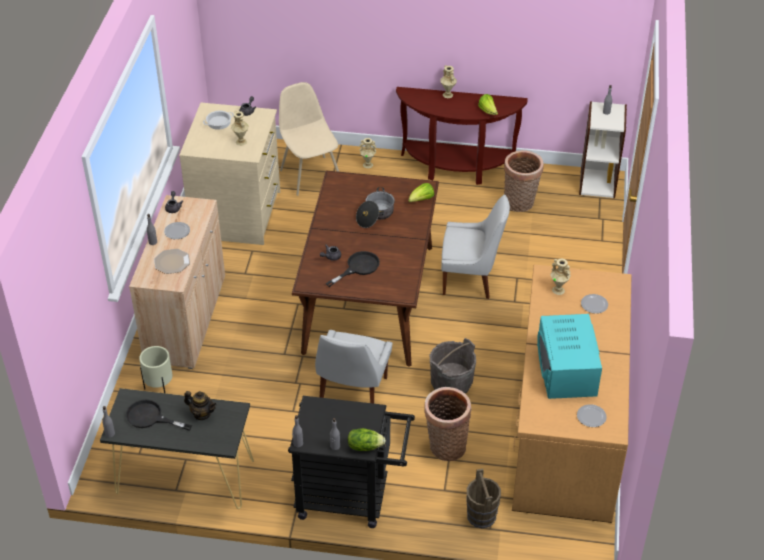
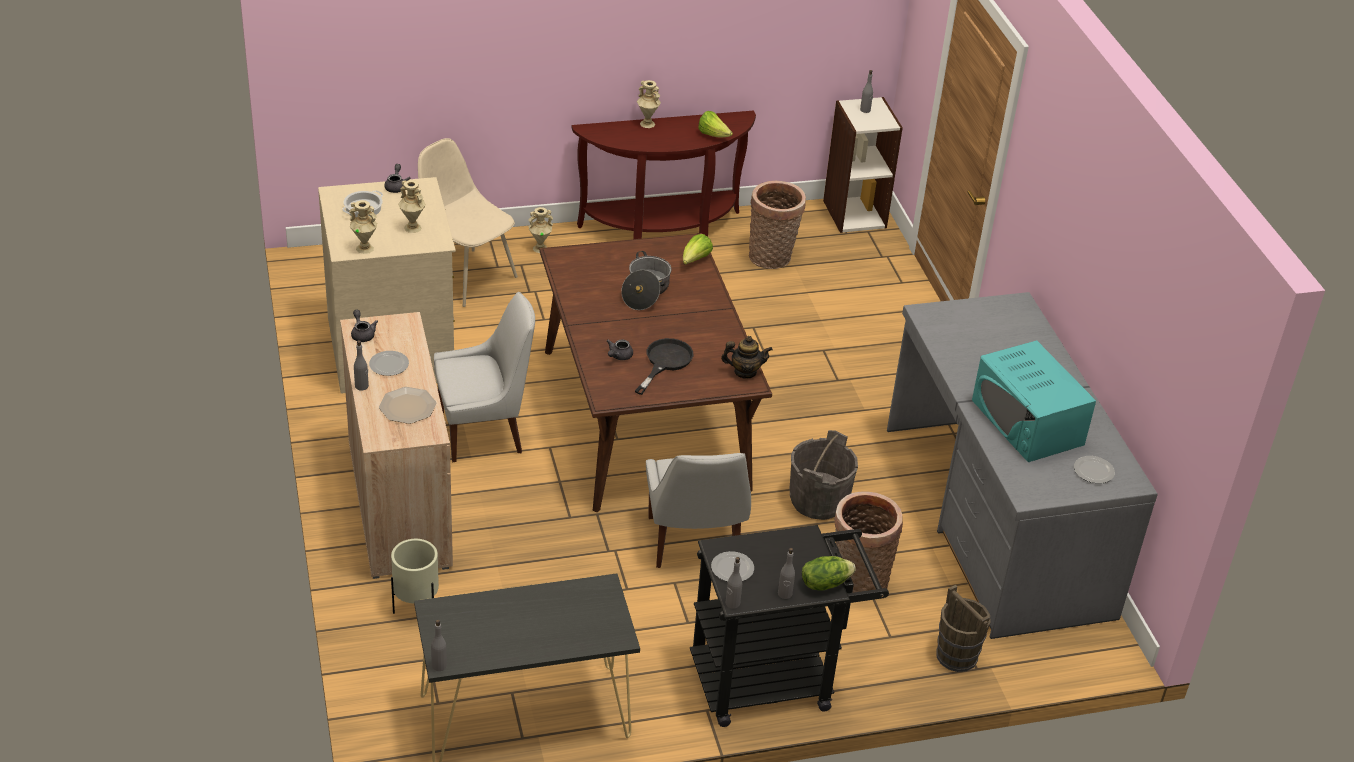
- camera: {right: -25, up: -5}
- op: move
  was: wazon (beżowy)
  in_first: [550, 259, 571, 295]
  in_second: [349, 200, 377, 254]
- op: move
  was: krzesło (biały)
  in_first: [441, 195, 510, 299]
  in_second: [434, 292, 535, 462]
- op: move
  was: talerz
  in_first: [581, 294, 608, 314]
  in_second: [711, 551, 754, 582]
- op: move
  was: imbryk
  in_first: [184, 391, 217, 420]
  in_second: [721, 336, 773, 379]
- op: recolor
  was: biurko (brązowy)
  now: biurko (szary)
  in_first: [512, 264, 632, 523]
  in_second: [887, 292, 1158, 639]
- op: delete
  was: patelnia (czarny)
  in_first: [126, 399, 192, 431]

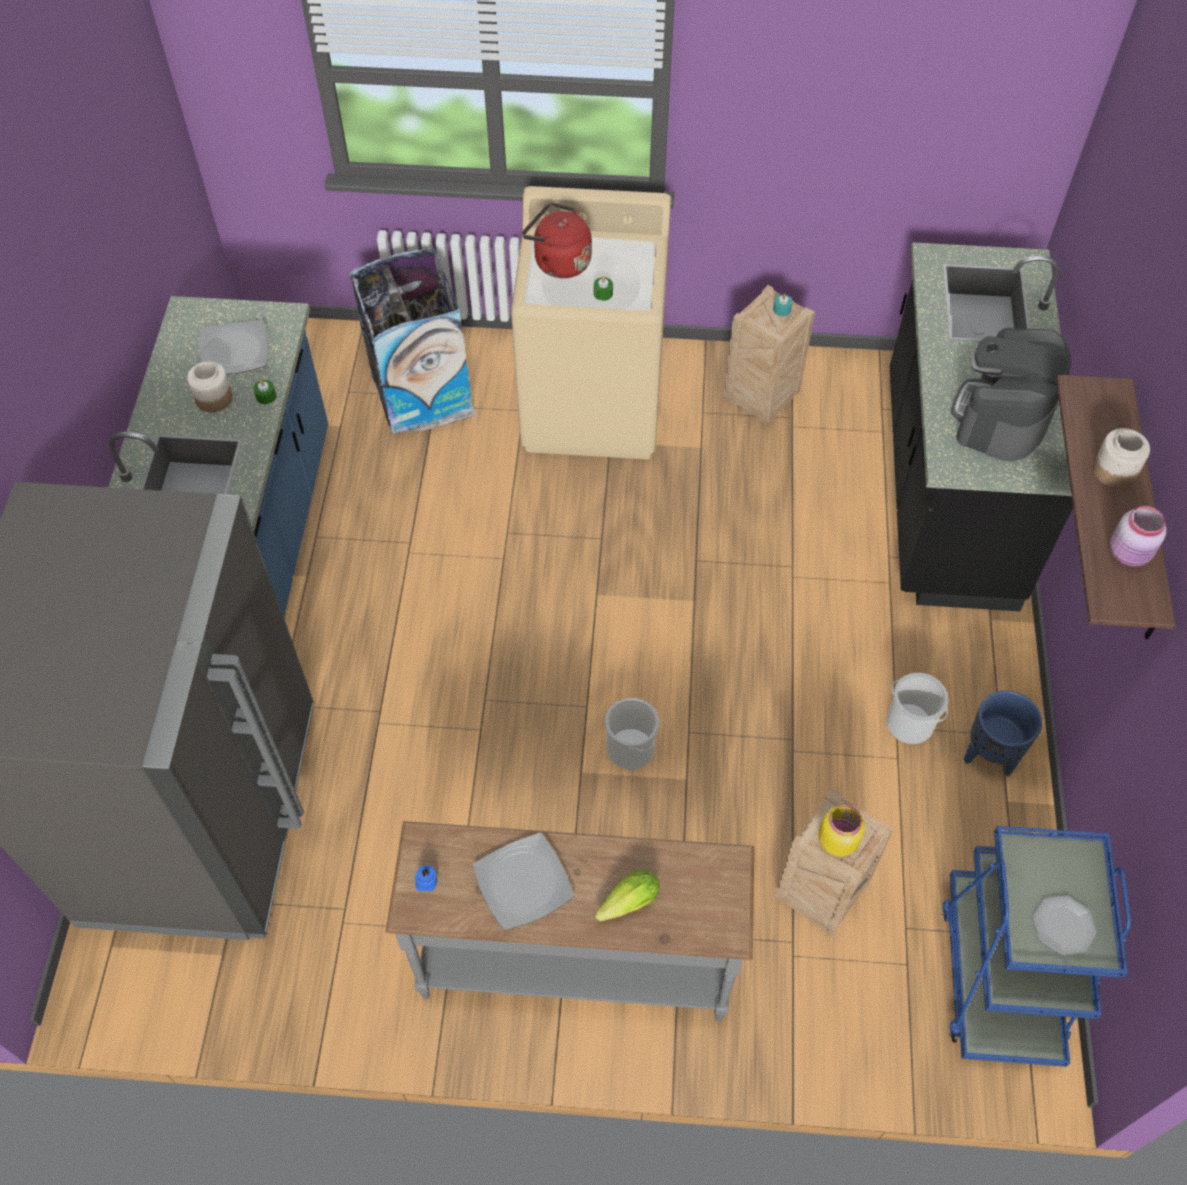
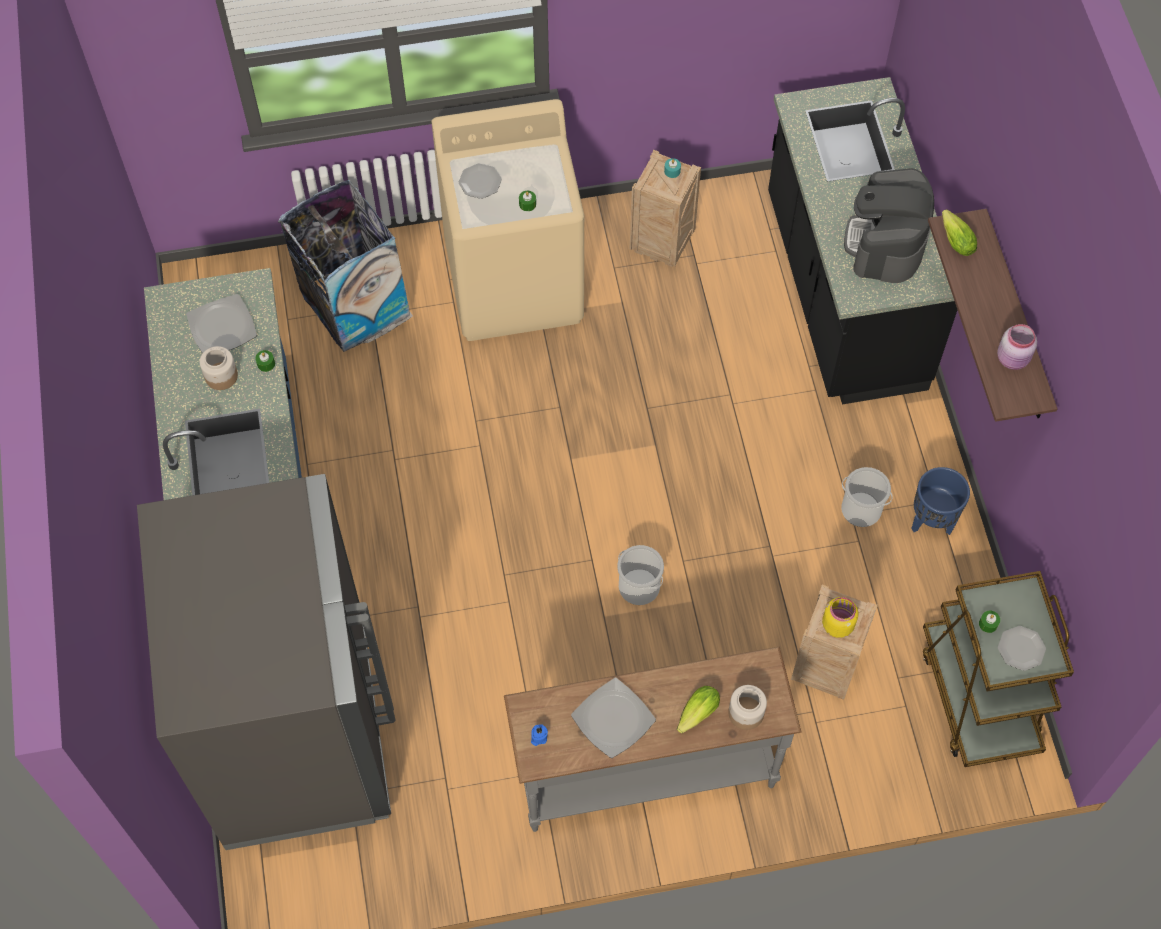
- camera: {right: -15, up: 5}
- op: replace
  was: czajnik (czerwony)
  now: talerz
  in_first: [522, 202, 592, 278]
  in_second: [459, 163, 502, 199]
- op: move
  was: słoik
  in_first: [1093, 428, 1150, 488]
  in_second: [728, 685, 767, 730]
- op: recolor
  was: wózek (niebieski)
  now: wózek (brązowy)
  in_first: [942, 826, 1131, 1067]
  in_second: [923, 571, 1074, 767]
- op: insert
  now: sałata
  in_second: [942, 209, 977, 256]
- op: insert
  now: świeca (zielony)
  in_second: [979, 611, 1000, 633]

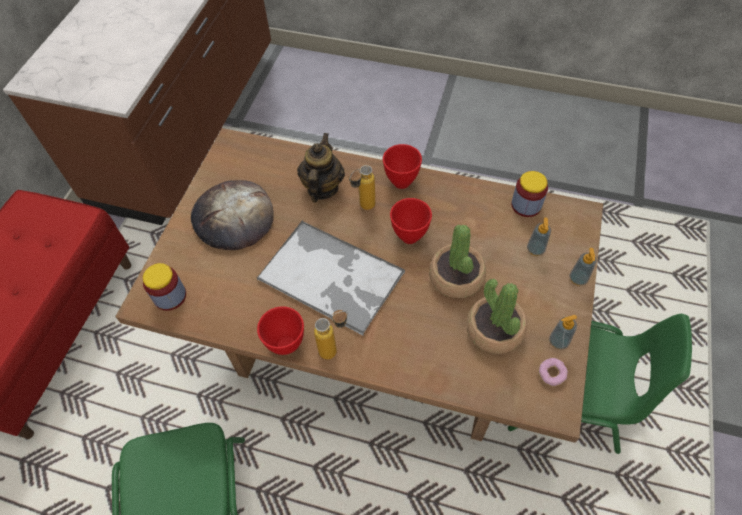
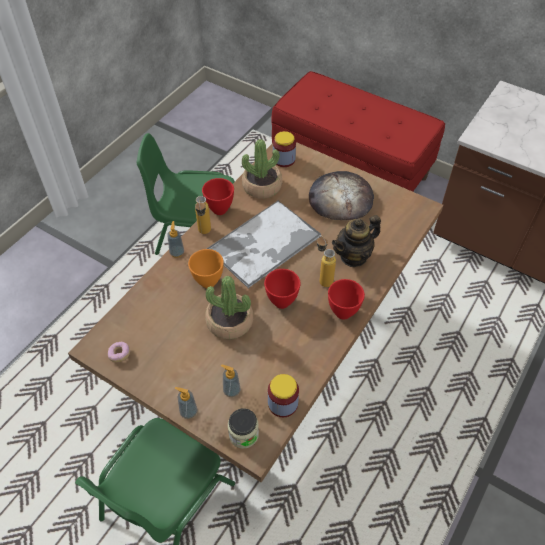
- camera: {right: 105, up: -5}
- op: move
  was: dozownik mydła
  in_first: [549, 315, 577, 349]
  in_second: [167, 221, 184, 258]
- op: insert
  now: miska (pomarańczowy)
  in_second: [188, 249, 224, 288]
- op: insert
  now: słoik
  in_second: [228, 408, 259, 448]
- op: move
  was: roślina doniczkowa
  in_first: [466, 279, 527, 354]
  in_second: [242, 139, 282, 199]
- op: rotate
  was: imbryk
  in_first: [297, 133, 345, 203]
  in_second: [332, 215, 381, 267]
  clockwise: 120

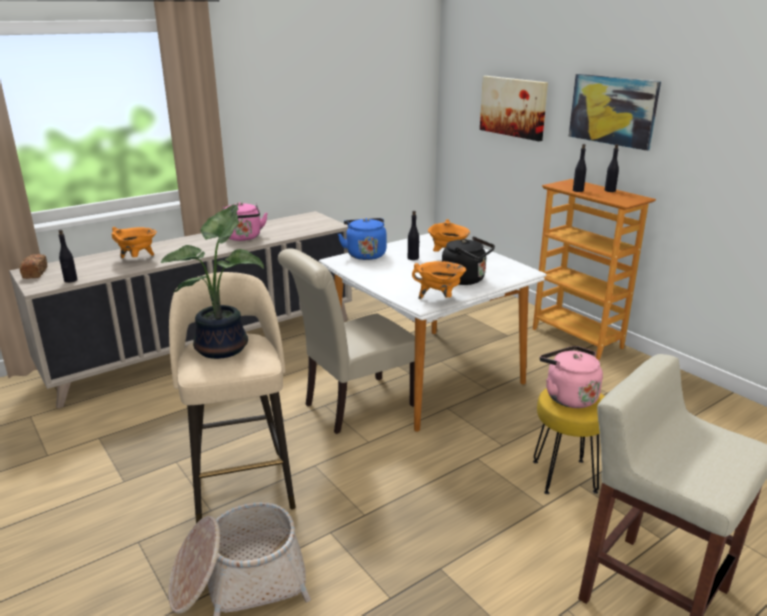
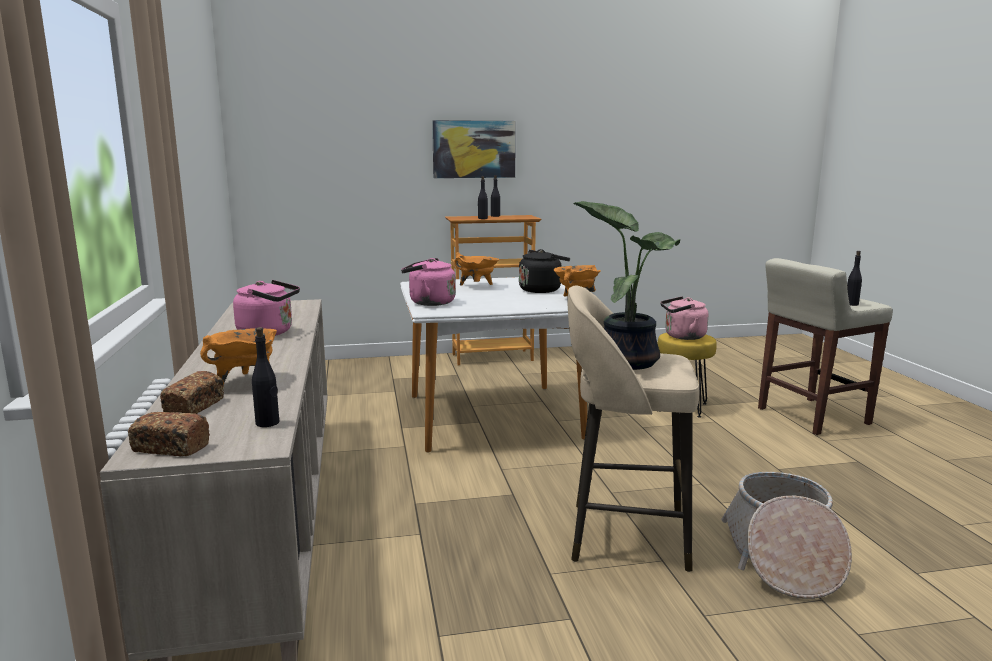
- camera: {right: -65, up: -10}
- op: insert
  now: chleb
  in_second: [160, 371, 224, 414]
- op: recolor
  was: czajnik (niebieski)
  now: czajnik (różowy)
  in_first: [338, 218, 387, 260]
  in_second: [401, 258, 456, 306]
- op: move
  was: butelka (czarny)
  in_first: [408, 211, 419, 260]
  in_second: [847, 251, 862, 306]
- op: delete
  was: krzesło (beżowy)
  in_first: [278, 248, 415, 434]
- op: delete
  was: obraz
  in_first: [480, 76, 548, 141]

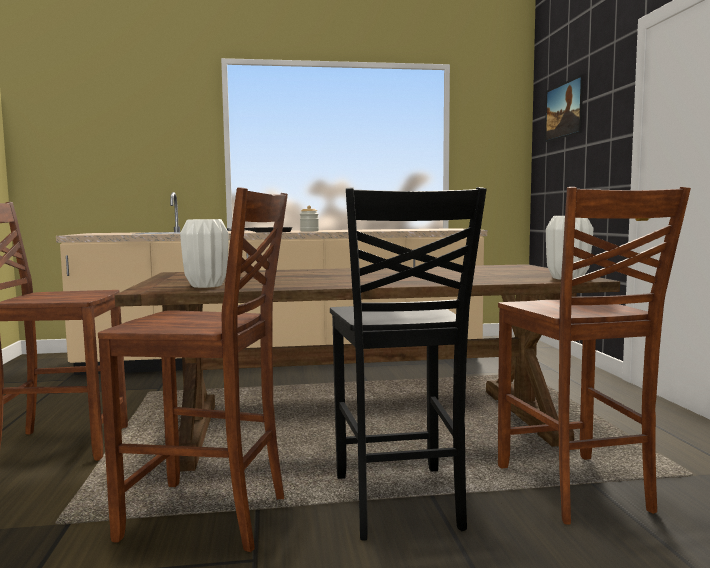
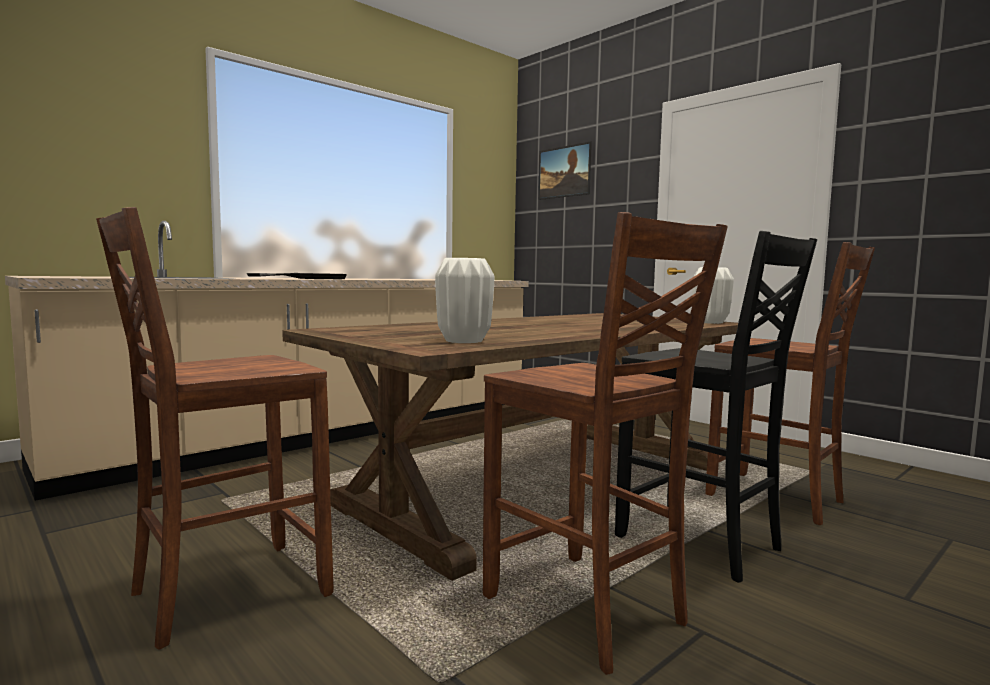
- camera: {right: -35, up: 0}
- op: rotate
  was: krzesło (brązowy)
  in_first: [98, 187, 288, 552]
  in_second: [483, 212, 728, 675]
  clockwise: 75
- op: delete
  was: słoik
  in_first: [300, 206, 319, 232]

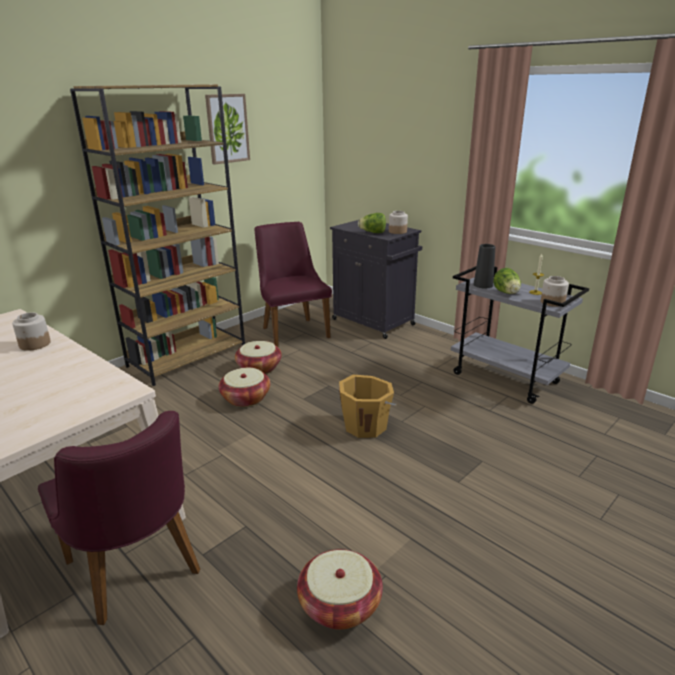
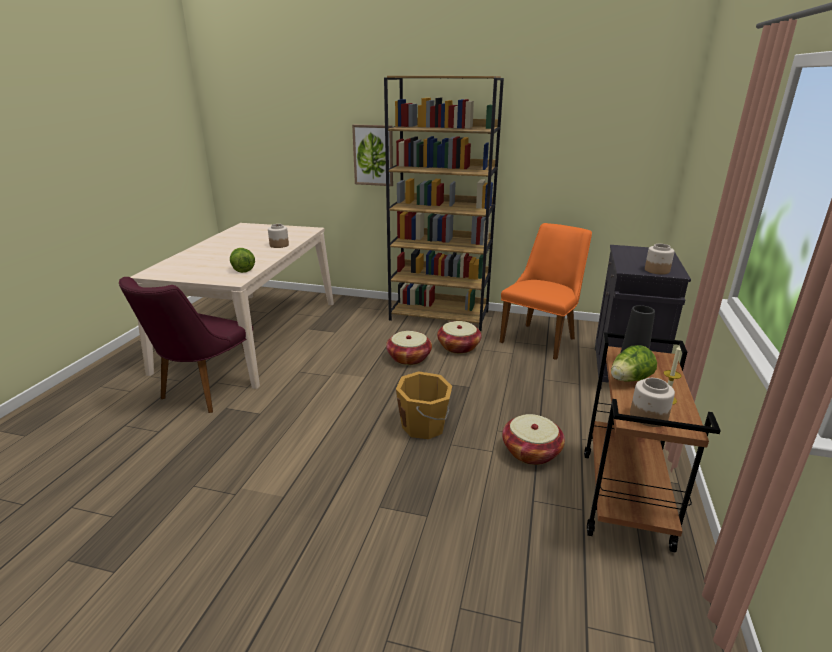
- camera: {right: 60, up: 0}
- op: move
  was: sałata
  in_first: [358, 213, 386, 233]
  in_second: [230, 248, 255, 273]
- op: move
  was: obraz
  in_first: [205, 94, 250, 165]
  in_second: [352, 125, 393, 186]
- op: recolor
  was: krzesło (fioletowy)
  now: krzesło (pomarańczowy)
  in_first: [255, 222, 332, 348]
  in_second: [500, 223, 592, 360]
- op: move
  was: koszyk
  in_first: [297, 549, 383, 630]
  in_second: [502, 414, 565, 465]
- op: recolor
  was: wózek (szary)
  now: wózek (brązowy)
  in_first: [451, 266, 589, 404]
  in_second: [584, 332, 721, 553]

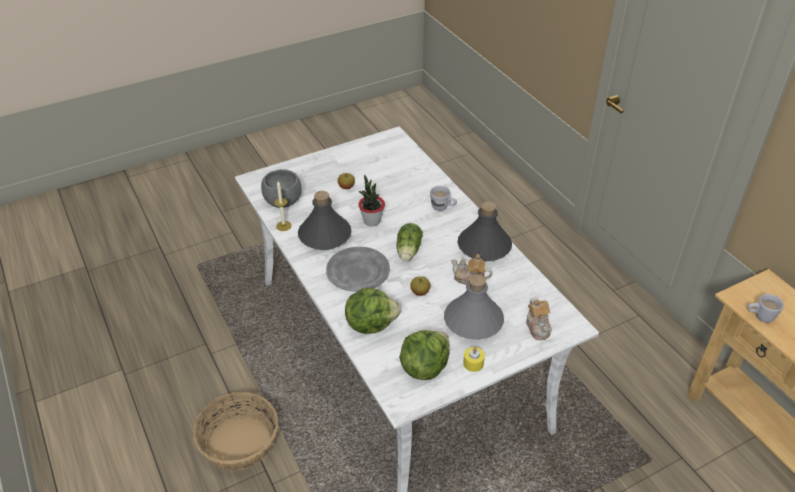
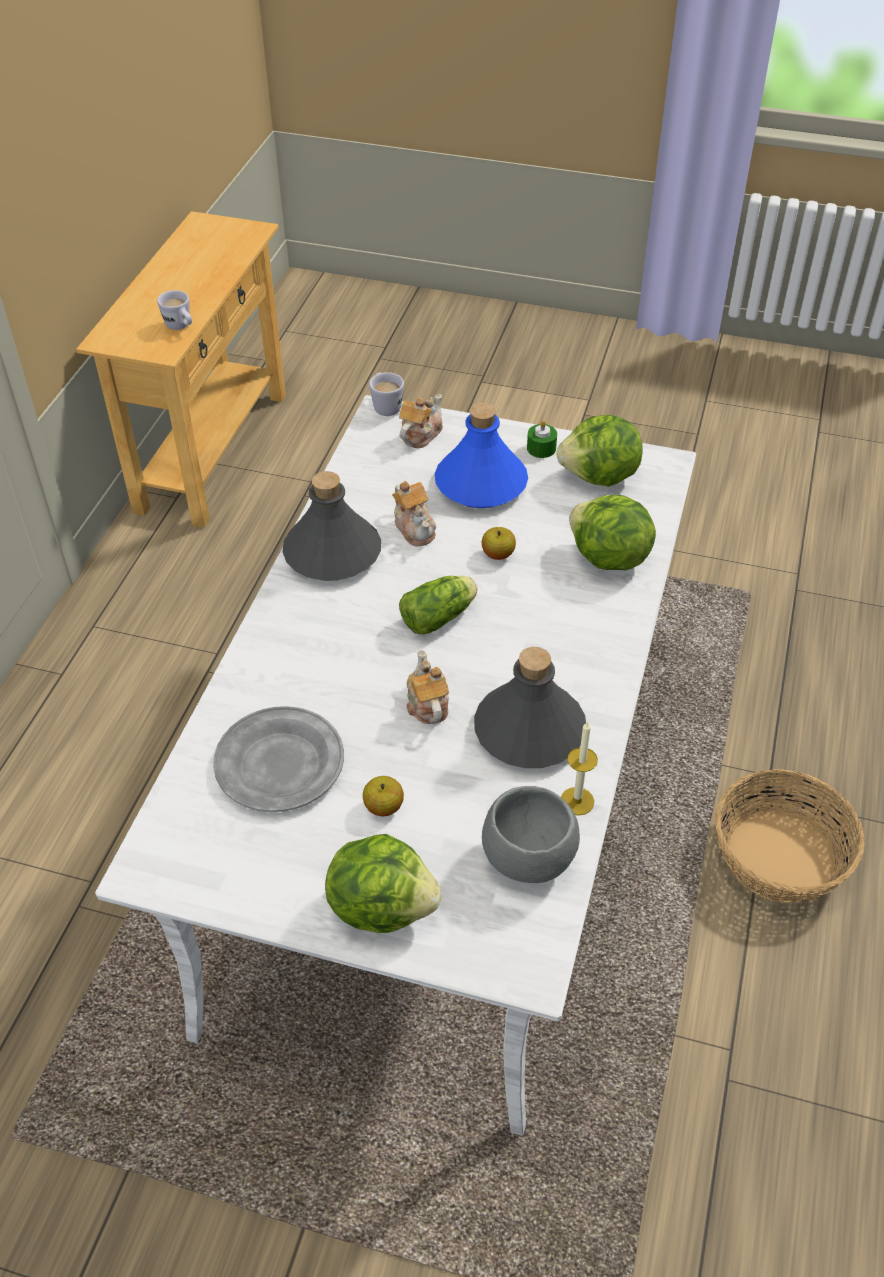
- camera: {right: -135, up: 5}
- op: move
  was: talerz (szary)
  in_first: [326, 247, 390, 292]
  in_second: [213, 706, 344, 812]
- op: insert
  now: sałata
  in_second: [325, 834, 441, 933]
- op: move
  was: kubek (biały)
  in_first: [430, 186, 457, 211]
  in_second: [369, 372, 404, 416]
- op: replace
  was: roślina doniczkowa
  now: imbryk
  in_first: [358, 175, 385, 226]
  in_second: [407, 649, 449, 724]
- op: recolor
  was: butelka (szary)
  now: butelka (niebieski)
  in_first: [444, 274, 504, 340]
  in_second: [435, 403, 528, 508]
- op: recolor
  was: świeca (żółty)
  now: świeca (zielony)
  in_first: [463, 347, 485, 372]
  in_second: [527, 420, 557, 458]

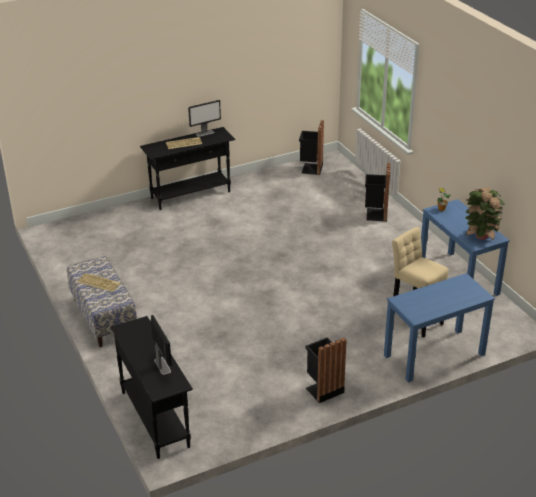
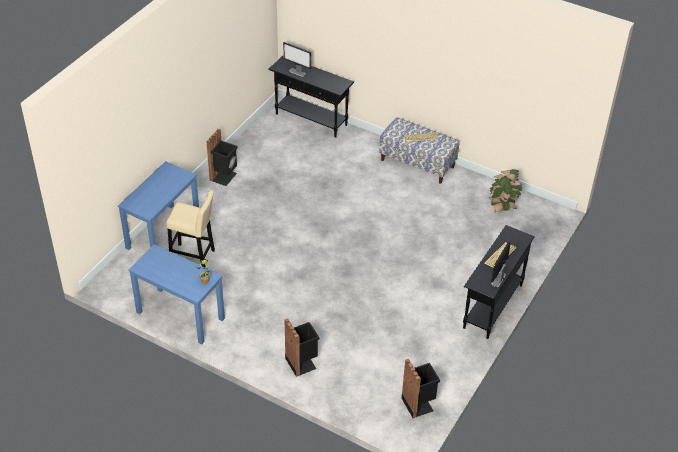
- camera: {right: 145, up: 10}
- op: move
  was: roślina doniczkowa
  in_first: [465, 187, 505, 240]
  in_second: [488, 169, 523, 212]

